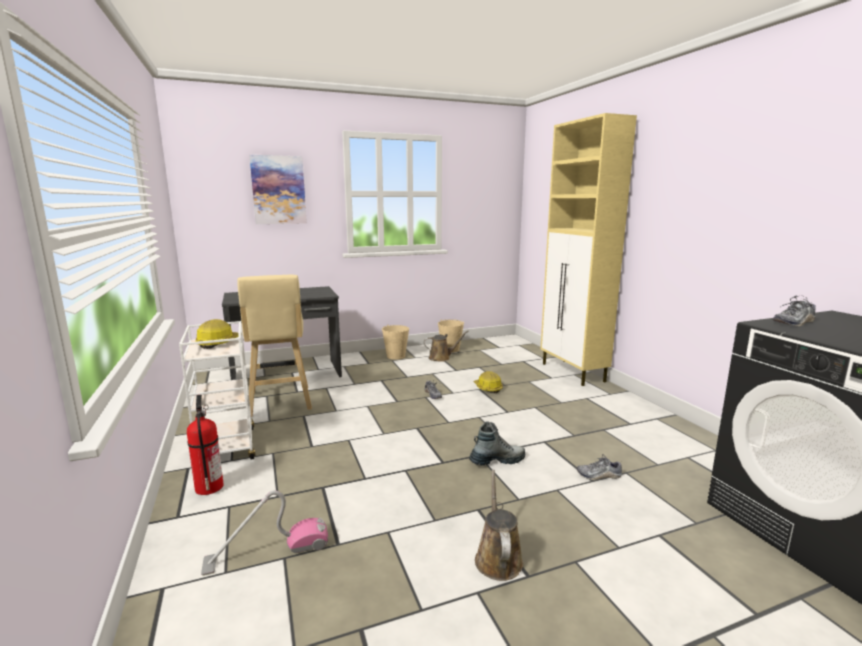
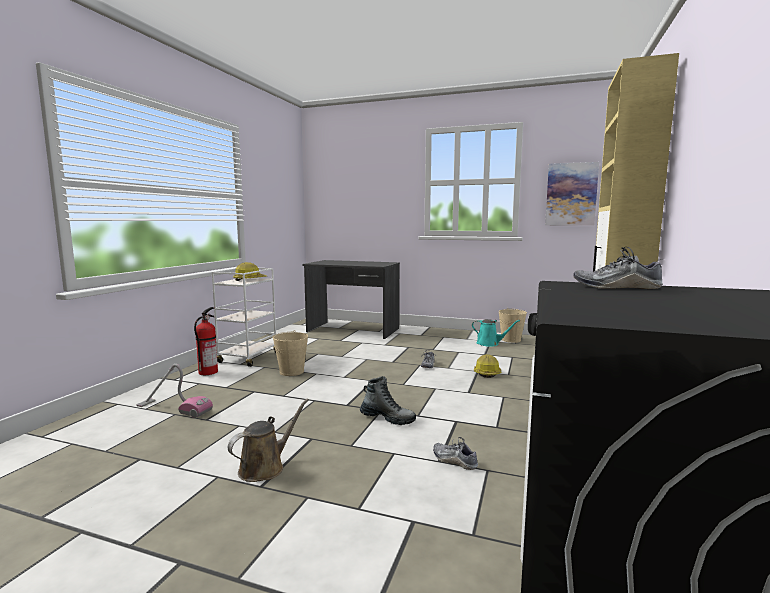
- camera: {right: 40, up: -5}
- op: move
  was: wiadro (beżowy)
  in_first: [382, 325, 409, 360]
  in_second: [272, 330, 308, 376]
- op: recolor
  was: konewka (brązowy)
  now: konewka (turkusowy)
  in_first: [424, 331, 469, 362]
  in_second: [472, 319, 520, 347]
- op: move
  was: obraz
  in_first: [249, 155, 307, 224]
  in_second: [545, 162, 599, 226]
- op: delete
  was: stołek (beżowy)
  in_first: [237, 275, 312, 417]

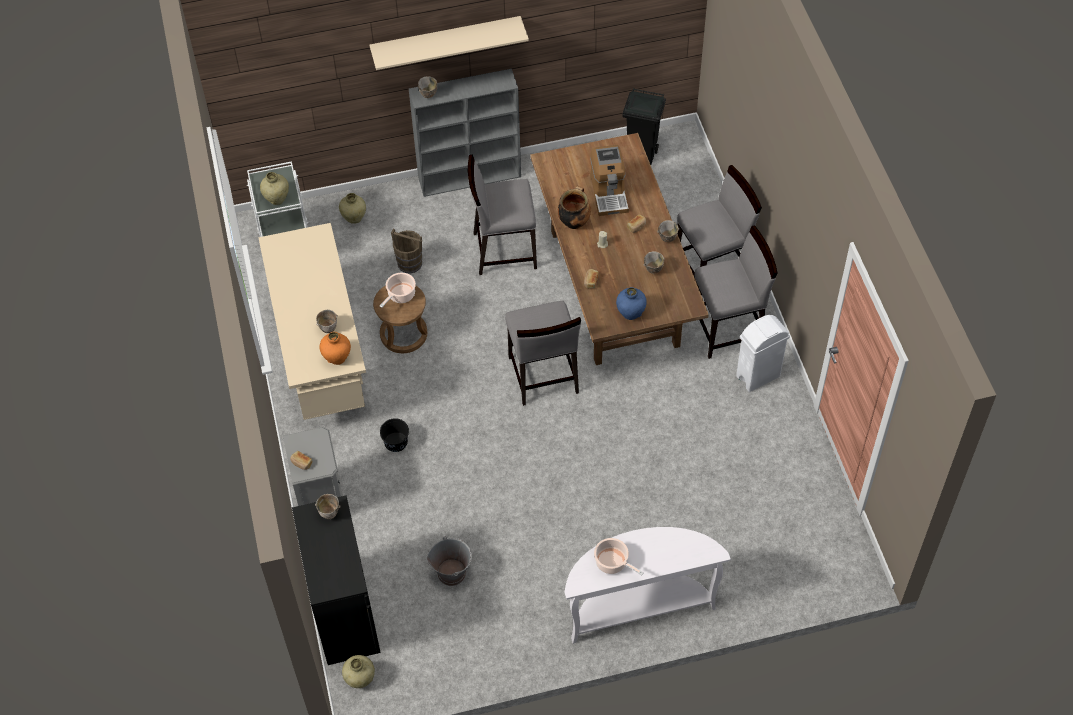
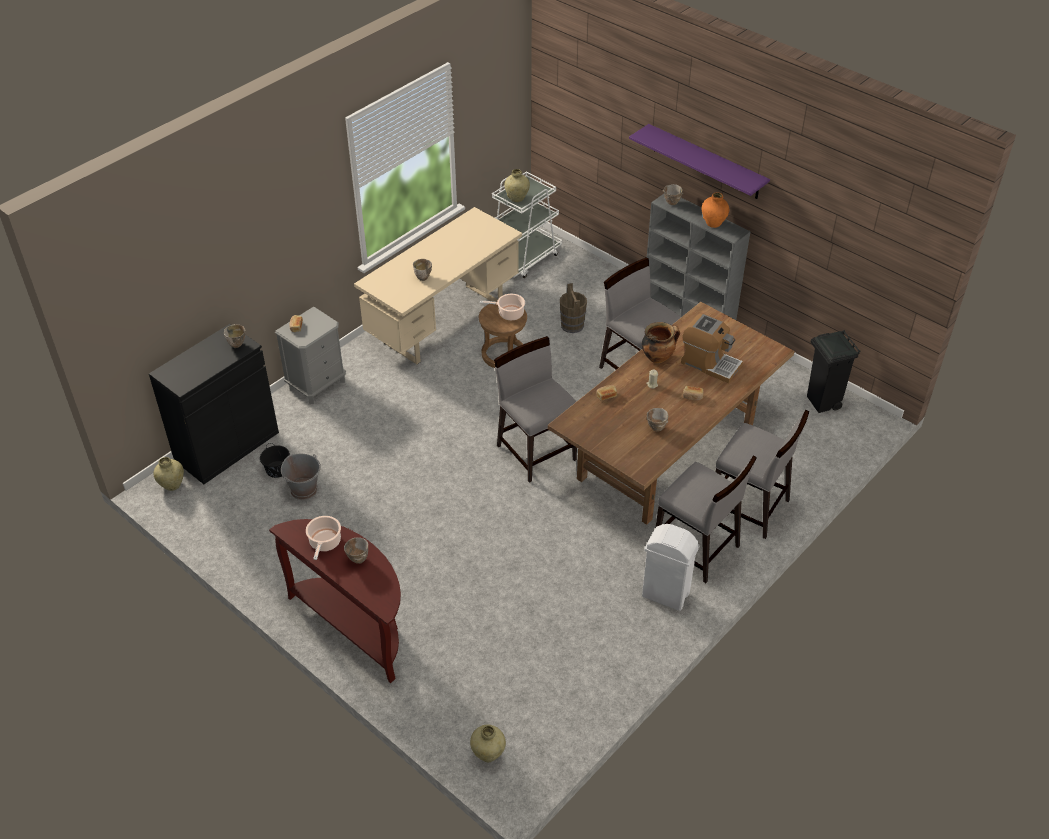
- camera: {right: 55, up: -10}
- op: move
  was: wiadro (czarny)
  in_first: [380, 418, 409, 452]
  in_second: [260, 443, 290, 478]
- op: recolor
  was: stolik konsolowy (biały)
  now: stolik konsolowy (brązowy)
  in_first: [565, 527, 731, 644]
  in_second: [269, 519, 401, 683]
- op: move
  was: miska
  in_first: [657, 220, 679, 242]
  in_second: [344, 537, 368, 564]
- op: move
  was: wazon (beżowy)
  in_first: [339, 193, 366, 224]
  in_second: [470, 725, 506, 762]
- op: rotate
  was: krzesło (szary)
  in_first: [505, 301, 581, 406]
  in_second: [494, 336, 577, 483]
  clockwise: 105
- op: recolor
  was: półka (beżowy)
  now: półka (fioletowy)
  in_first: [370, 16, 529, 70]
  in_second: [629, 124, 770, 199]
- op: rotate
  was: ekspres do kawy
  in_first: [590, 145, 629, 216]
  in_second: [681, 314, 743, 383]
  clockwise: -105
- op: move
  was: wazon (pomarańczowy)
  in_first: [320, 332, 351, 365]
  in_second: [702, 192, 729, 228]
- op: delete
  was: wazon (niebieski)
  in_first: [616, 287, 647, 320]

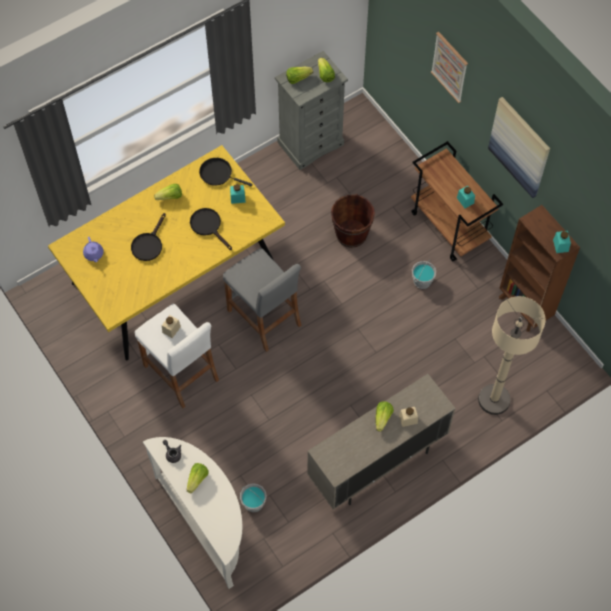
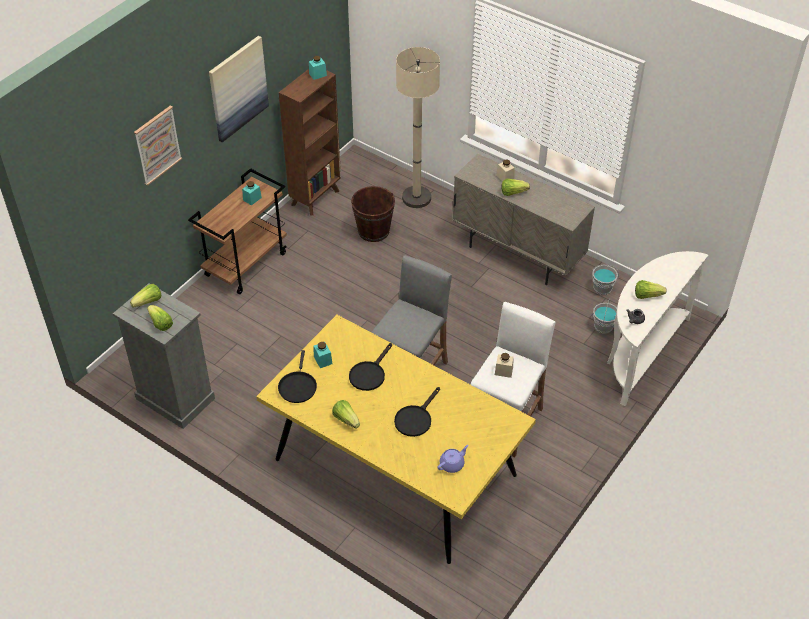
- camera: {right: -110, up: -15}
- op: move
  was: wiadro (brązowy)
  in_first: [331, 194, 375, 248]
  in_second: [351, 186, 395, 242]
- op: rotate
  was: patelnia (czarny)
  in_first: [131, 213, 166, 261]
  in_second: [394, 387, 440, 437]
  clockwise: 120
- op: move
  was: wiadro (szary)
  in_first: [412, 260, 436, 289]
  in_second: [592, 265, 619, 295]

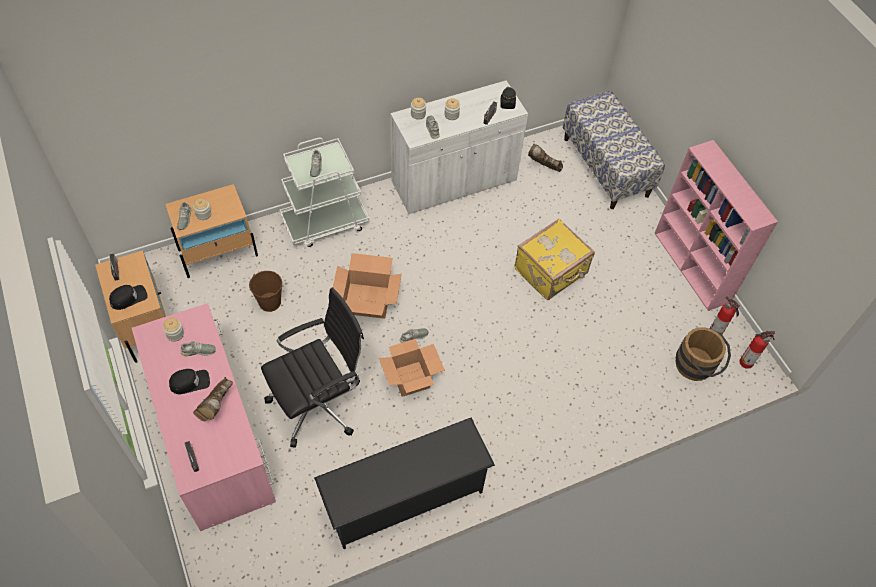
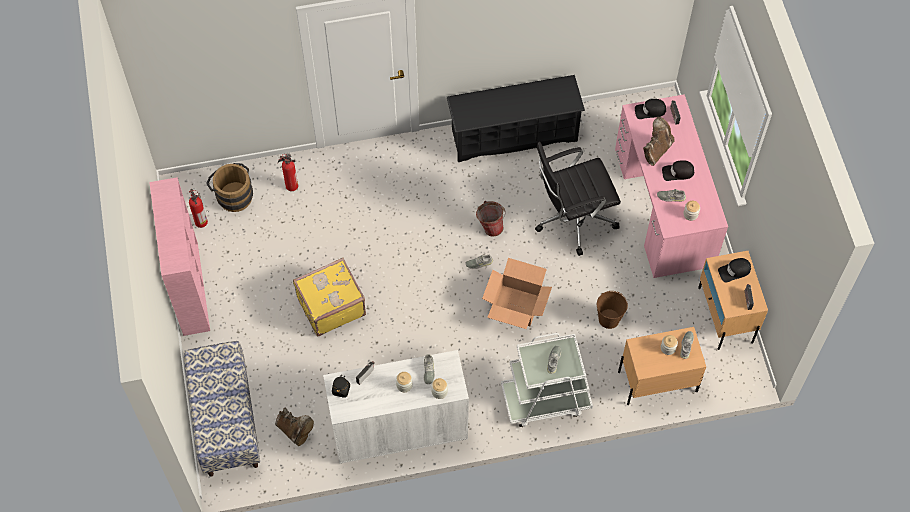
- camera: {right: -165, up: 5}
- op: move
  was: gaśnica
  in_first: [739, 331, 775, 369]
  in_second: [278, 153, 298, 191]
- op: replace
  was: karton
  now: wiadro
  in_first: [379, 339, 445, 397]
  in_second: [476, 201, 505, 237]
- op: insert
  now: czapka z daszkiem (czarny)
  in_second: [635, 99, 666, 119]

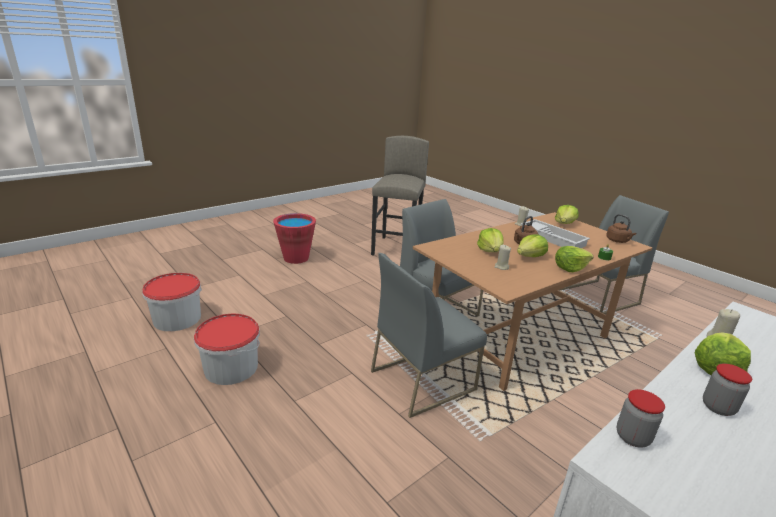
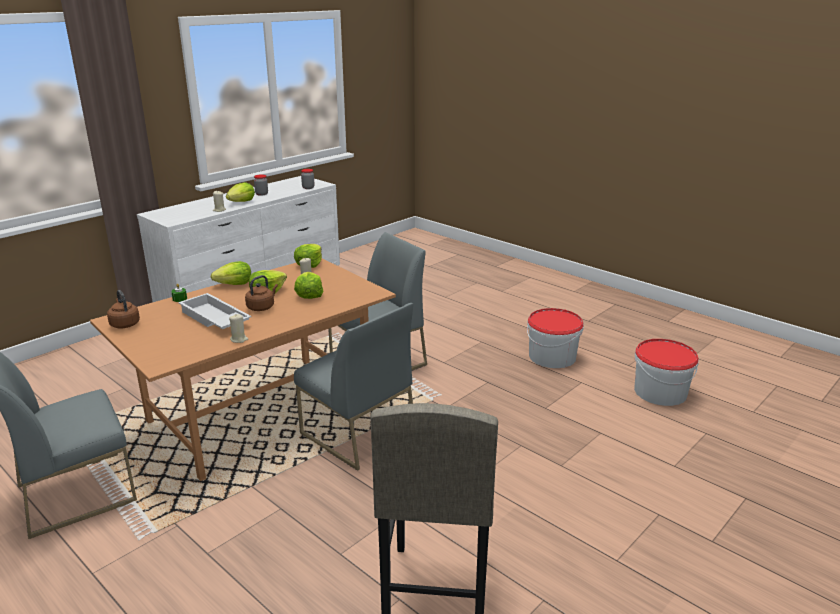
- camera: {right: 175, up: 0}
- op: move
  was: sałata
  in_first: [555, 205, 579, 224]
  in_second: [294, 244, 322, 268]
- op: delete
  was: wiadro (czerwony)
  in_first: [273, 213, 316, 264]

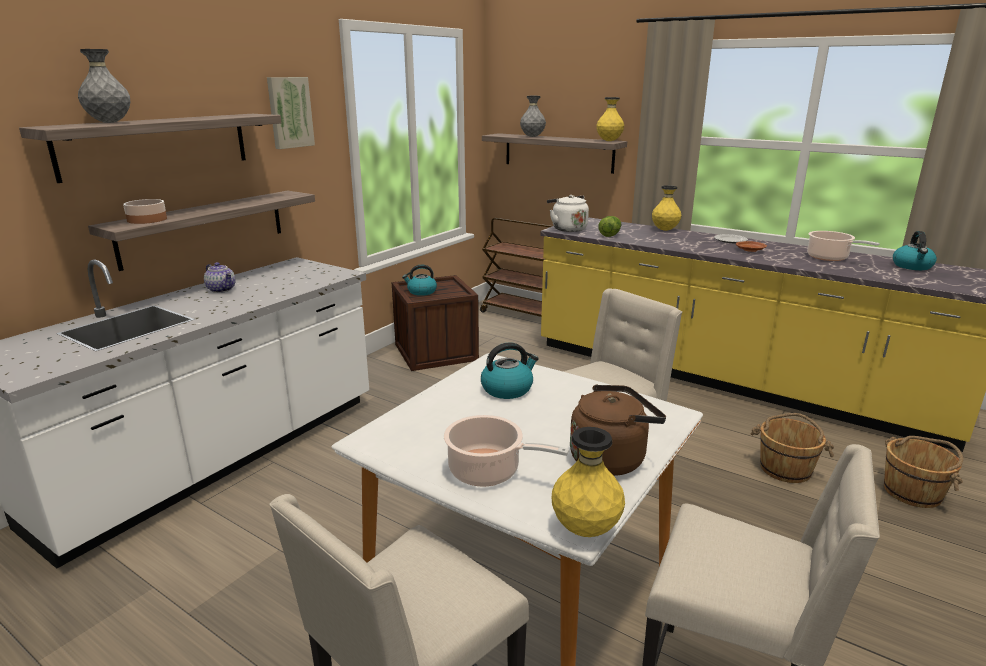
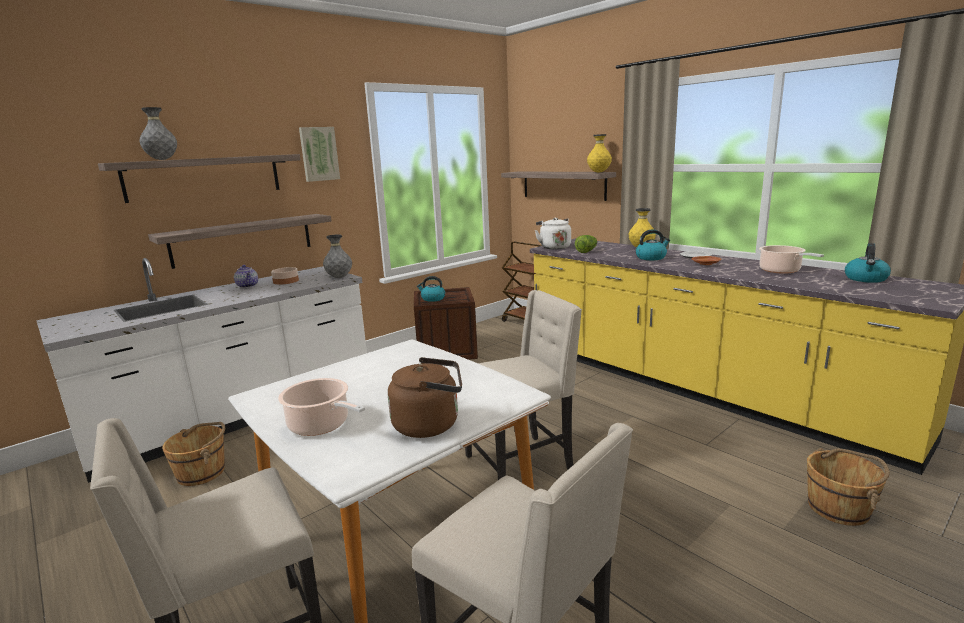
- camera: {right: 15, up: -5}
- op: move
  was: wiadro (brązowy)
  in_first: [750, 413, 834, 483]
  in_second: [162, 422, 225, 486]
- op: move
  was: miska
  in_first: [123, 199, 167, 224]
  in_second: [271, 267, 299, 284]
- op: move
  was: wazon (szary)
  in_first: [520, 96, 546, 137]
  in_second: [323, 234, 352, 278]
- op: move
  was: czajnik
  in_first: [481, 342, 539, 399]
  in_second: [636, 230, 670, 260]
- op: delete
  was: wazon (żółty)
  in_first: [552, 427, 625, 537]

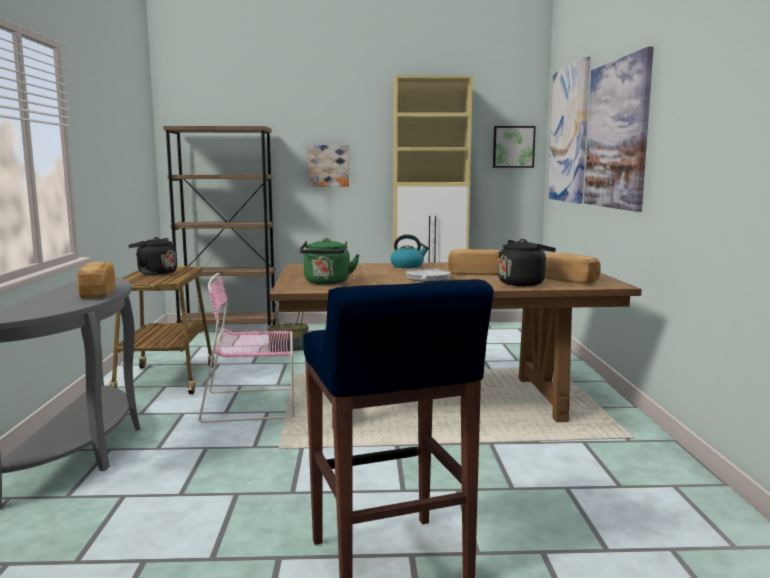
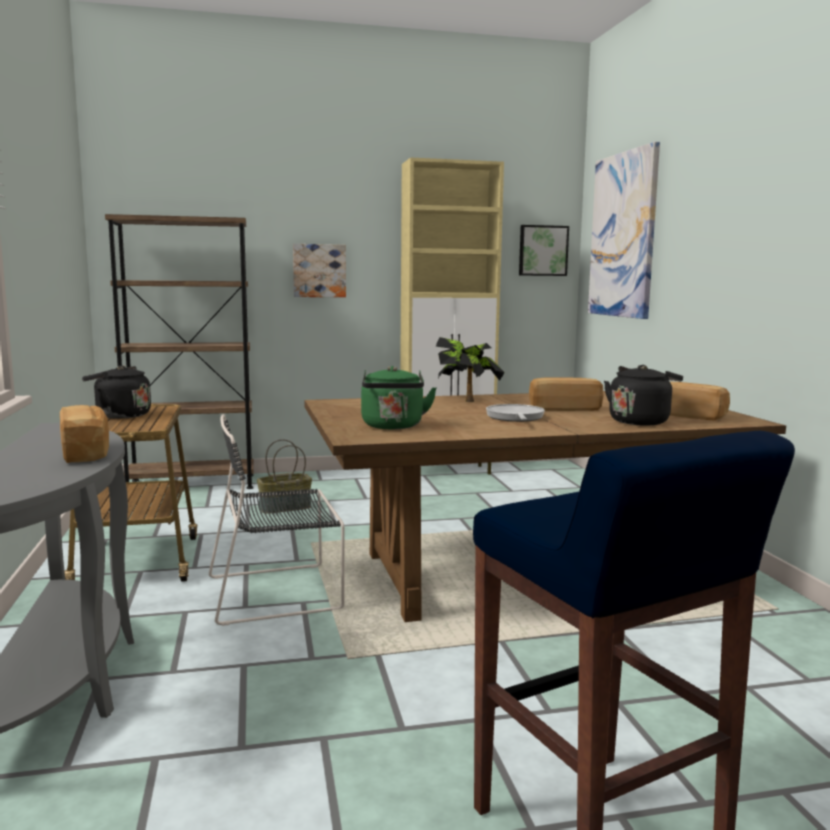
- camera: {right: -10, up: 0}
- op: recolor
  was: krzesło (różowy)
  now: krzesło (czarny)
  in_first: [199, 273, 294, 423]
  in_second: [209, 414, 344, 626]
- op: replace
  was: czajnik
  now: roślina doniczkowa
  in_first: [391, 234, 429, 268]
  in_second: [436, 337, 505, 402]
- op: delete
  was: obraz
  in_first: [584, 47, 654, 212]

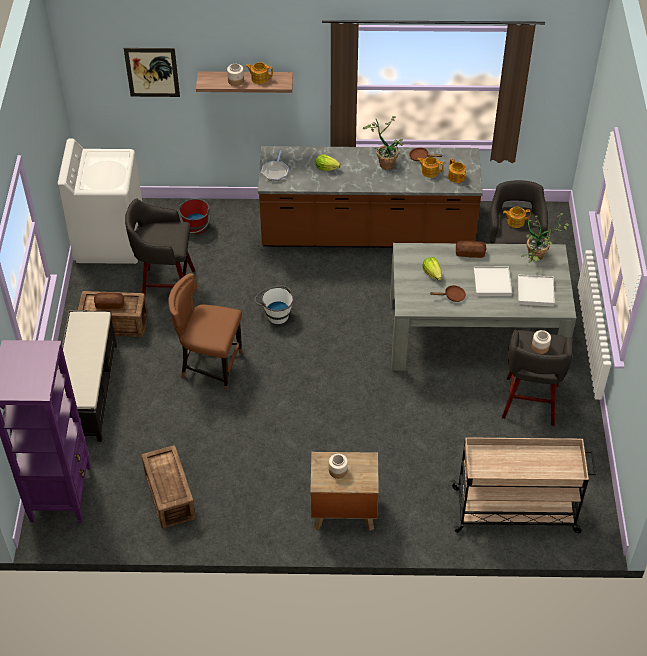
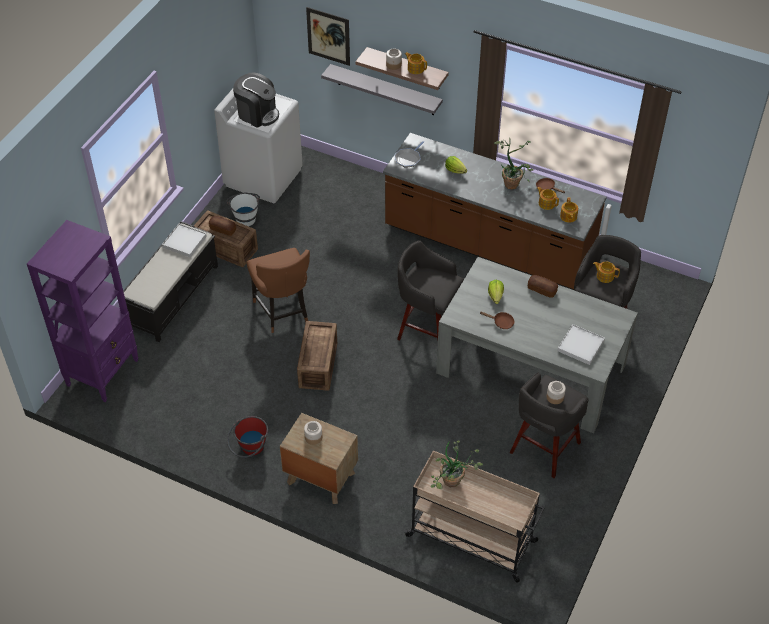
- camera: {right: 25, up: 0}
- op: move
  was: taca (biały)
  in_first: [473, 267, 512, 296]
  in_second: [162, 224, 207, 258]
- op: move
  was: wiadro (biały)
  in_first: [255, 286, 294, 324]
  in_second: [226, 193, 260, 226]
- op: move
  was: wiadro (czerwony)
  in_first: [177, 198, 211, 234]
  in_second: [227, 416, 268, 458]
- op: insert
  now: ekspres do kawy
  in_second: [233, 72, 279, 128]
- op: rotate
  was: krzesło (brązowy)
  in_first: [168, 273, 242, 391]
  in_second: [247, 248, 310, 333]
  clockwise: -150
- op: move
  was: skrzynka
  in_first: [142, 445, 196, 529]
  in_second: [297, 321, 337, 391]
- op: insert
  now: półka (szary)
  in_second: [321, 64, 443, 115]
- op: move
  was: stołek (szary)
  in_first: [125, 199, 195, 294]
  in_second: [397, 240, 464, 341]
- op: move
  was: roślina doniczkowa
  in_first: [521, 213, 570, 263]
  in_second: [431, 441, 483, 489]

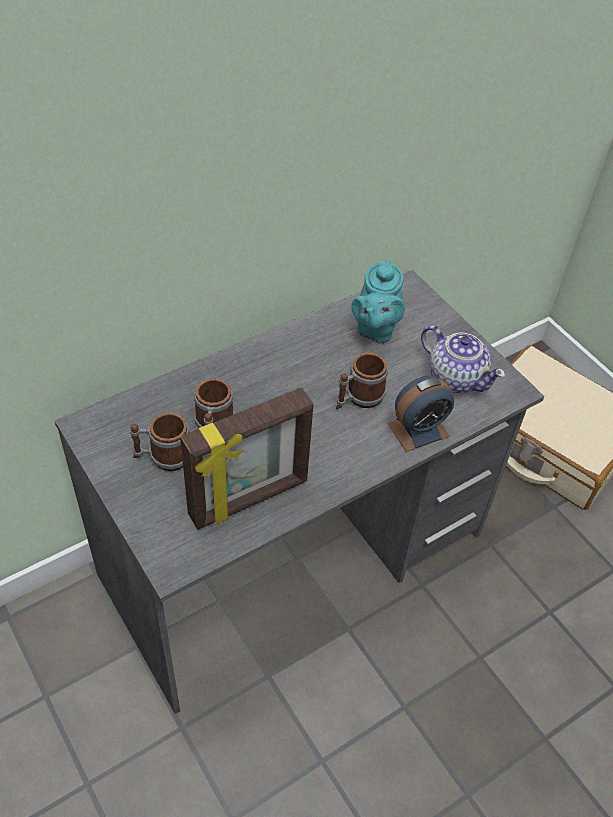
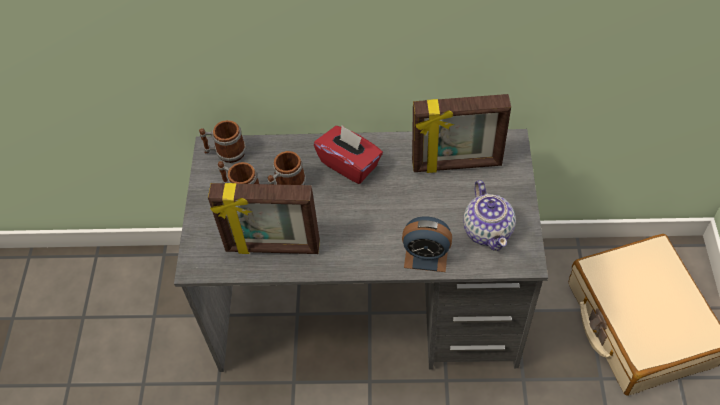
- camera: {right: 40, up: 5}
- op: move
  was: kubek
  in_first: [336, 353, 388, 409]
  in_second: [199, 120, 246, 163]
- op: insert
  now: pudełko chusteczek (czerwony)
  in_second: [314, 125, 383, 184]
- op: replace
  was: imbryk (turkusowy)
  now: ramka na zdjęcie
  in_first: [351, 259, 405, 344]
  in_second: [412, 94, 511, 173]

